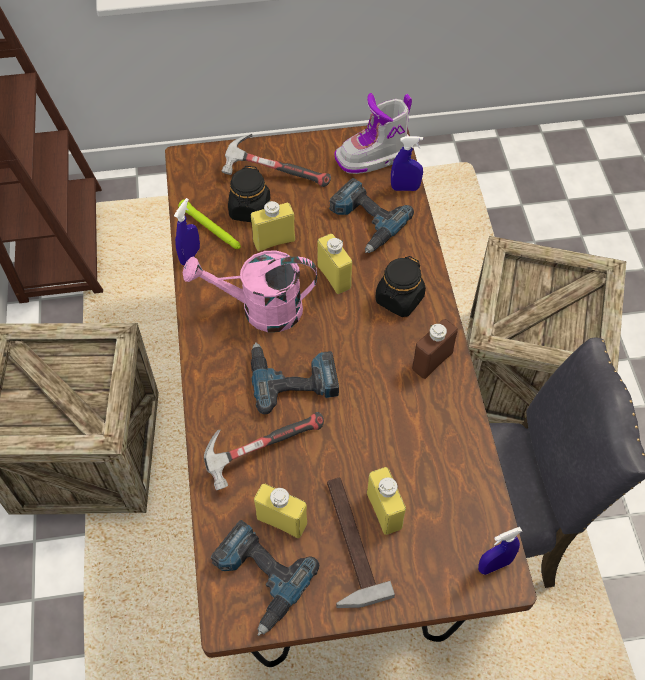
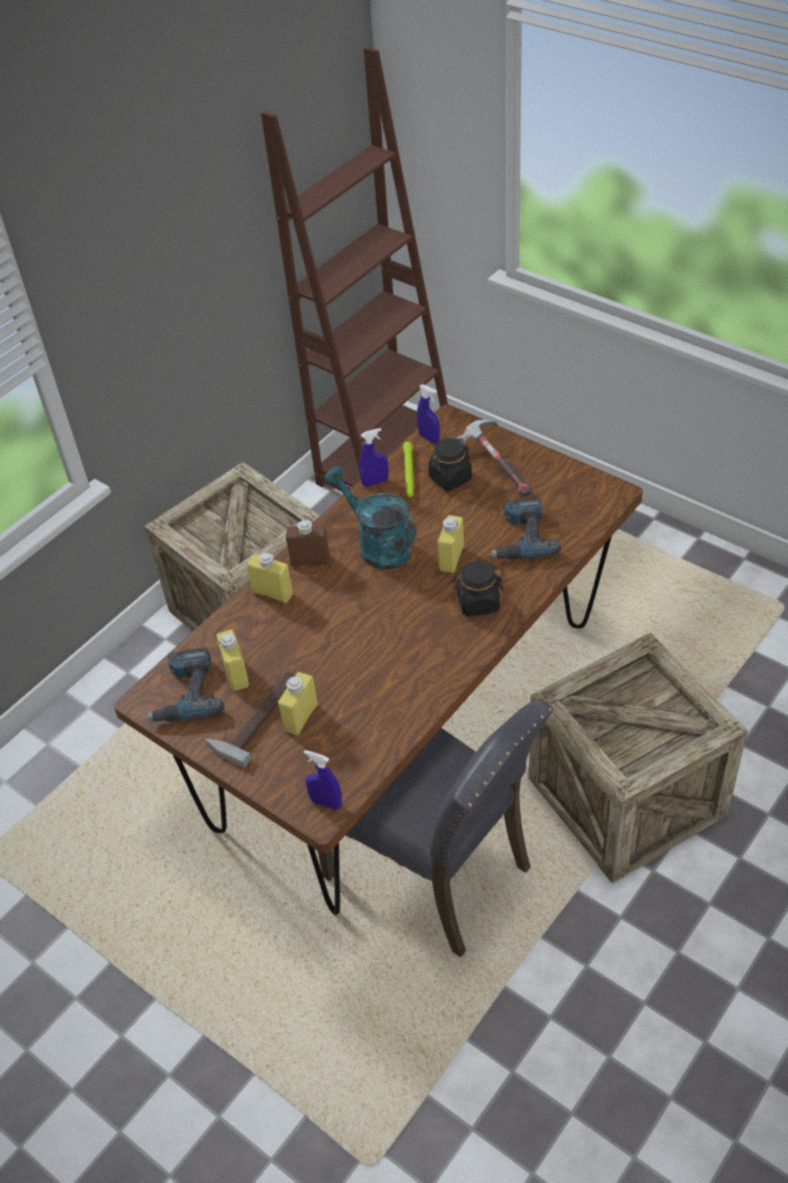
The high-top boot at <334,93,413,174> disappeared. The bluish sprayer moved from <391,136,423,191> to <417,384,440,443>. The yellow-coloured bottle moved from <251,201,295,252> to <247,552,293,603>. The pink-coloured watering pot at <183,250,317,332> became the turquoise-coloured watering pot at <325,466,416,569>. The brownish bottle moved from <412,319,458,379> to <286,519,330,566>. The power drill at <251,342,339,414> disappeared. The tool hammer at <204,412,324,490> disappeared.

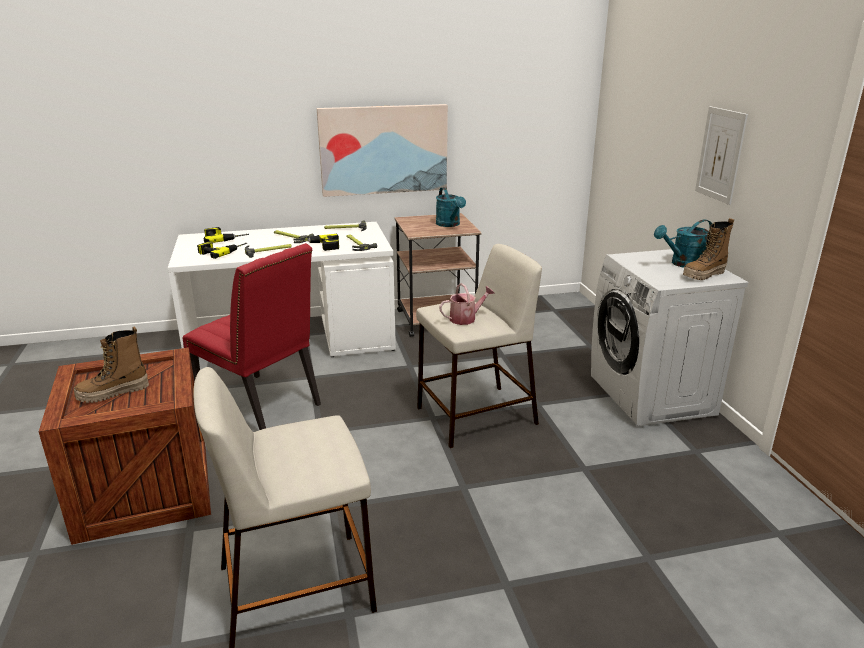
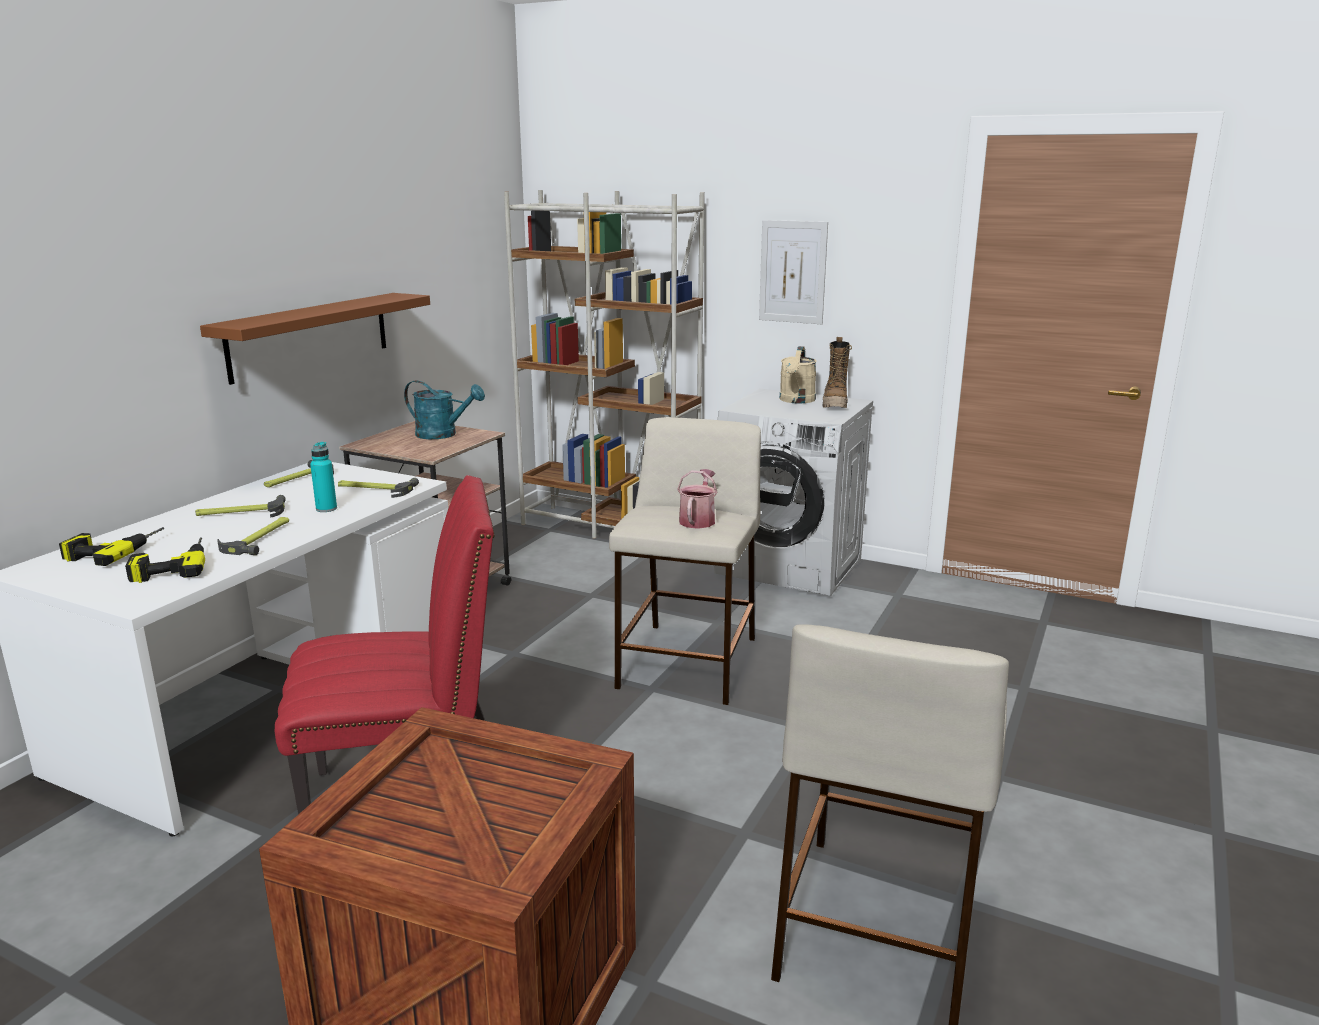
The picture at <317,104,448,197> was replaced by the brownish wall shelf at <200,293,430,385>. The turquoise-coloured watering pot at <654,219,712,268> became the beige watering pot at <779,346,817,403>. The power drill at <294,234,339,251> was replaced by the turquoise-coloured bottle at <310,442,337,512>. The high-top boot at <74,327,149,403> disappeared. The brownish bookcase at <504,190,705,539> appeared.

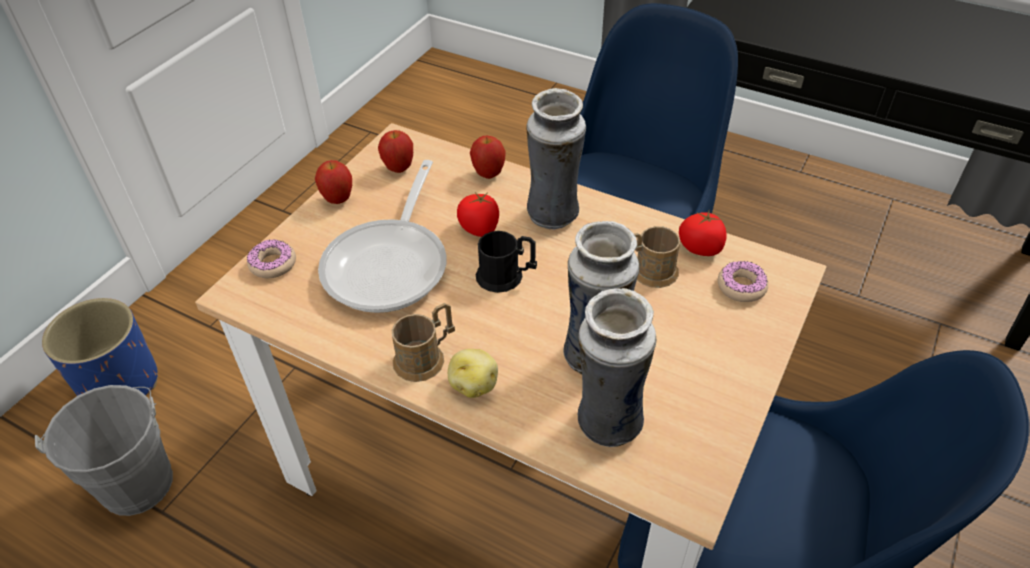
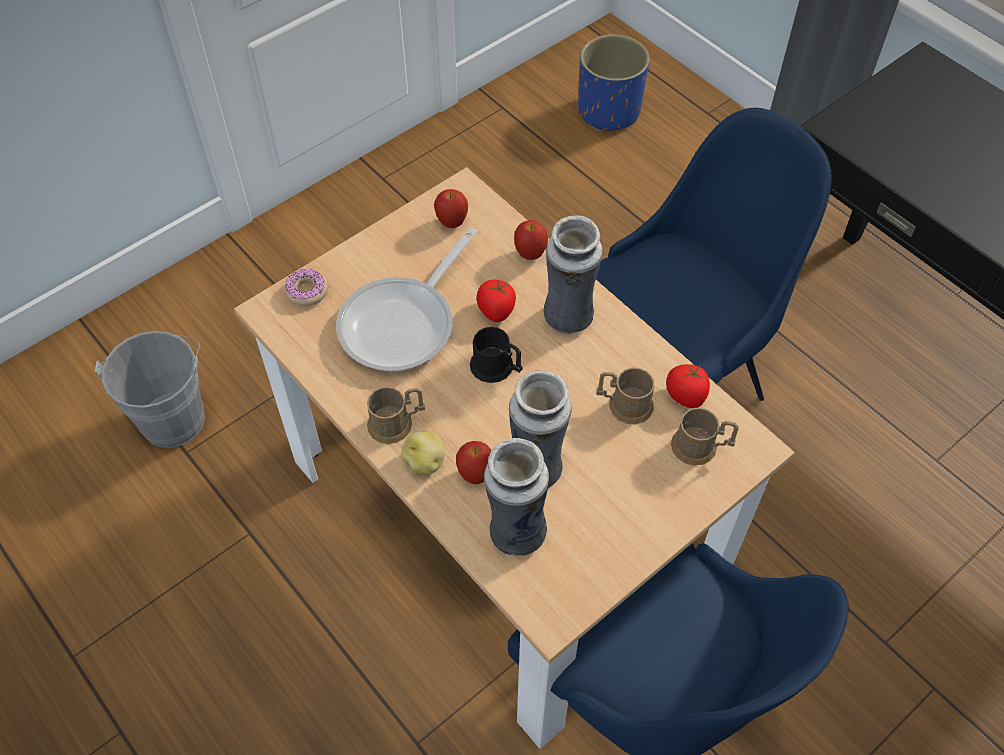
The whole apple moved from <315,160,352,204> to <456,441,492,484>. The doughnut at <718,261,768,302> was replaced by the brownish mug at <671,408,739,466>. The bluish flower pot moved from <42,298,158,396> to <578,34,650,131>.

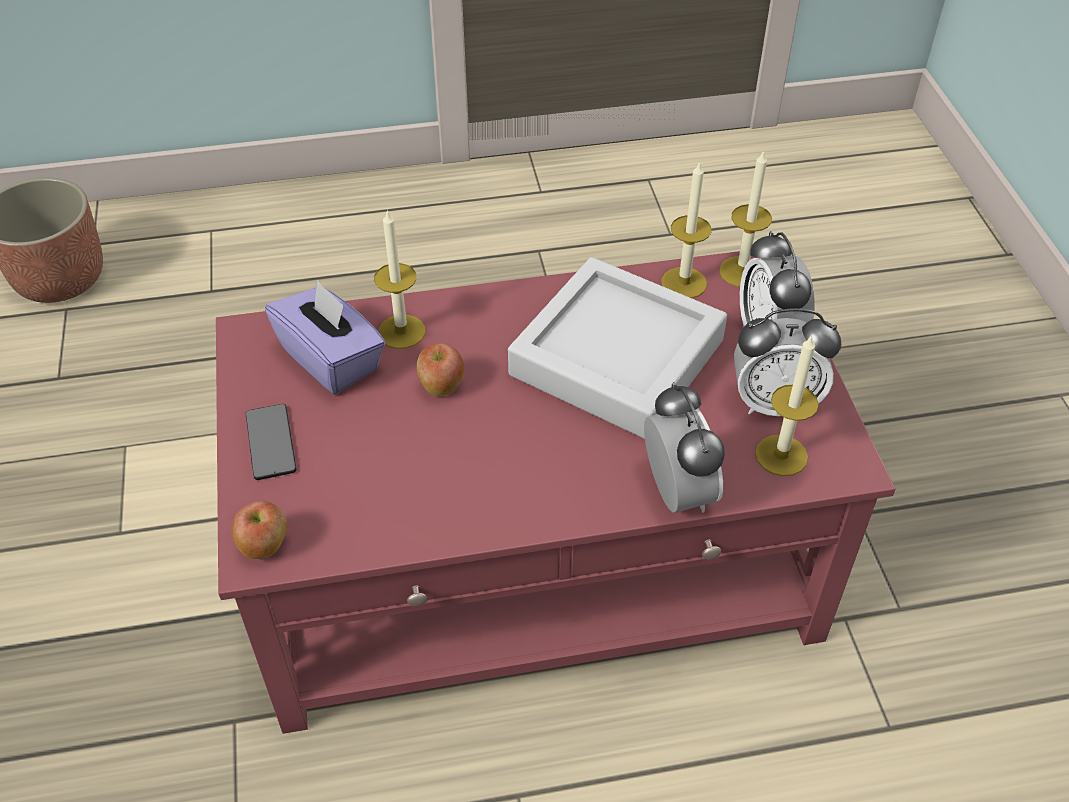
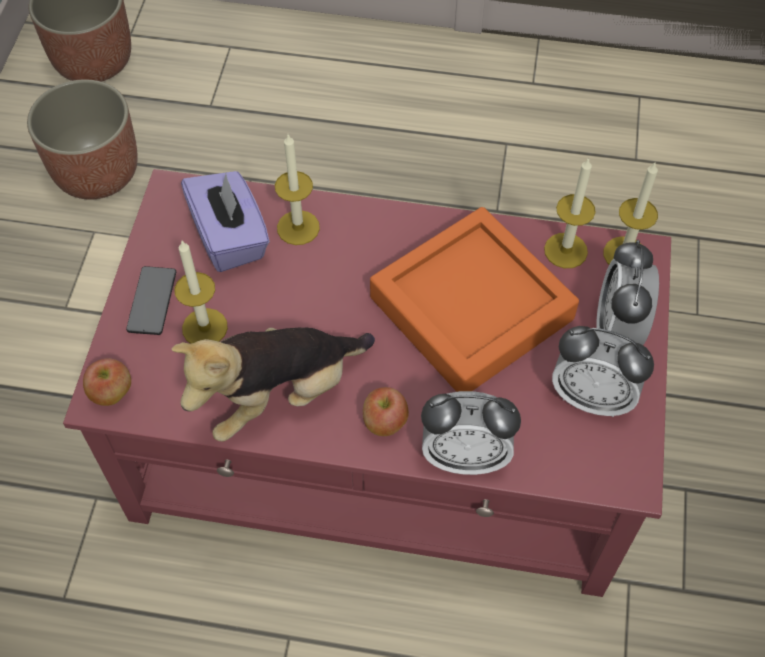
The grey carrying tray at <508,257,727,439> became the orange-coloured carrying tray at <370,207,579,392>. The candle moved from <755,334,819,476> to <174,241,228,344>. The whole apple moved from <417,344,464,396> to <363,387,409,436>. The bedside clock at <644,382,725,513> turned 90 degrees clockwise. The flower pot at <27,79,138,200> appeared. The plush toy at <172,327,375,441> appeared.

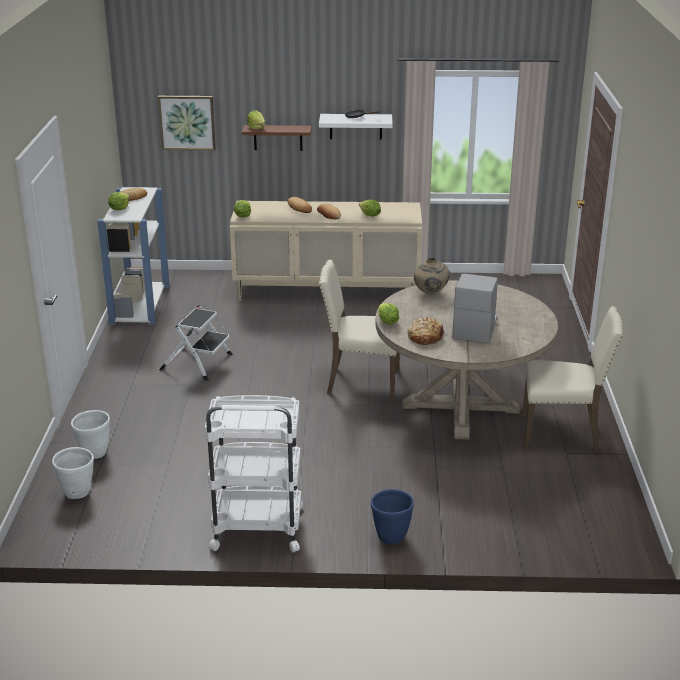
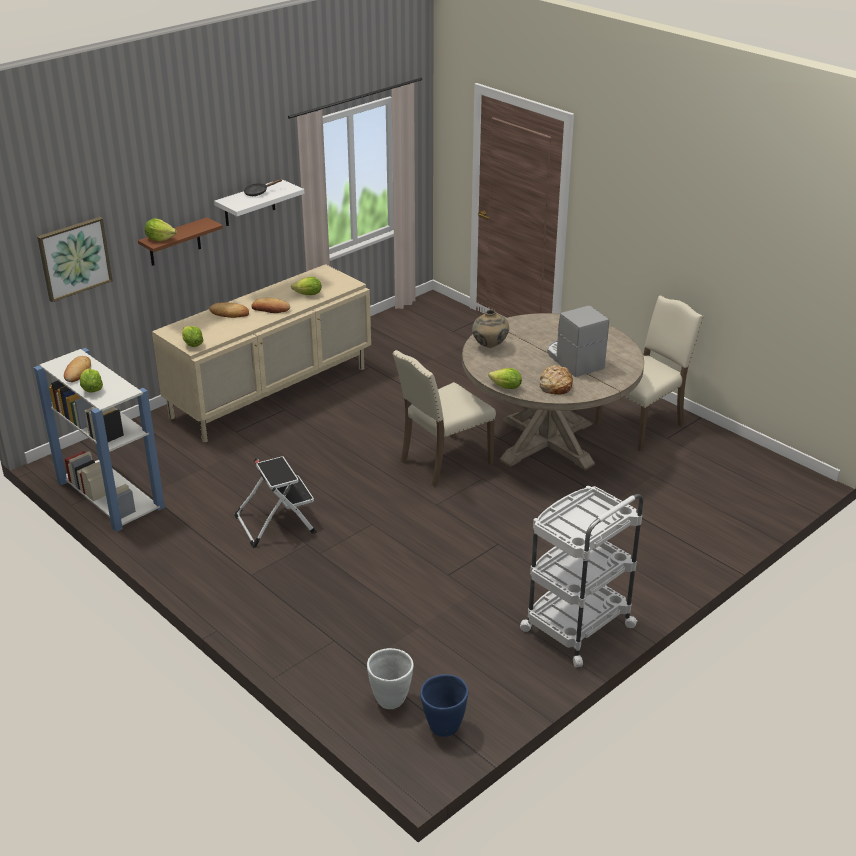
The whitish flower pot at <71,410,110,459> disappeared. The bluish flower pot moved from <371,489,414,545> to <420,674,469,737>.

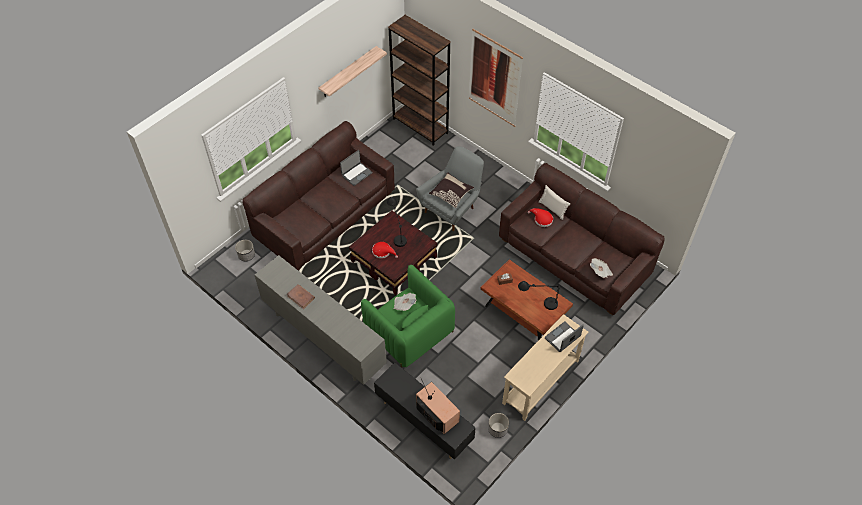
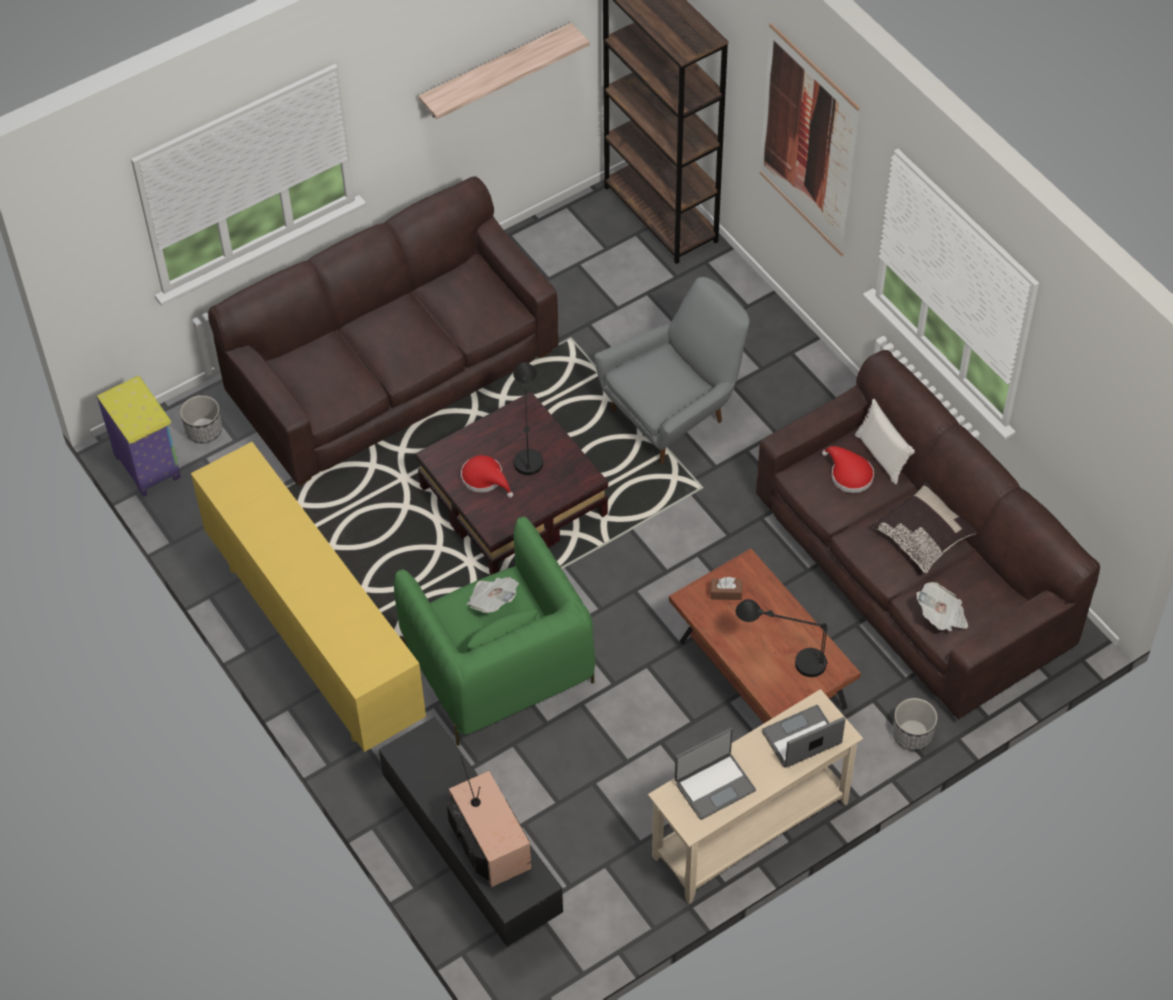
The notebook computer moved from <340,150,373,186> to <675,728,756,820>. The cushion moved from <429,172,474,208> to <871,482,977,573>. The grey cupboard at <255,255,387,385> became the yellow-coloured cupboard at <191,442,426,752>. The brownish book at <287,284,315,309> disappeared. The flower pot moved from <488,413,509,438> to <892,698,938,750>. The nightstand at <96,376,181,497> appeared.

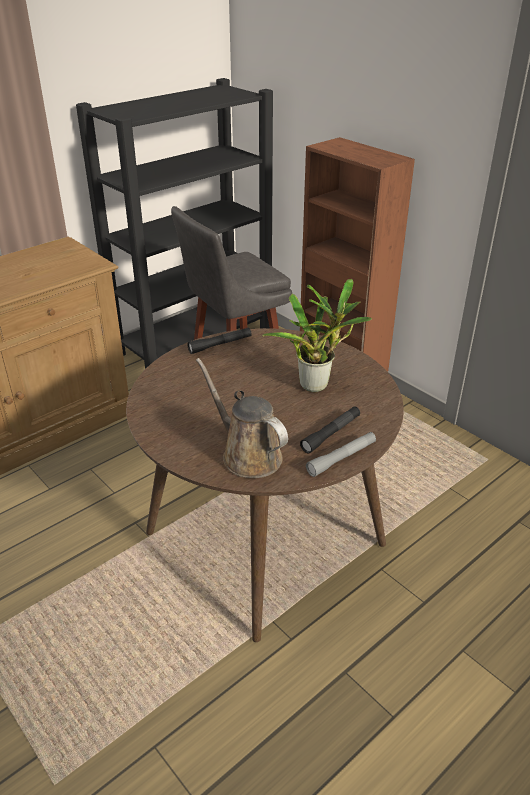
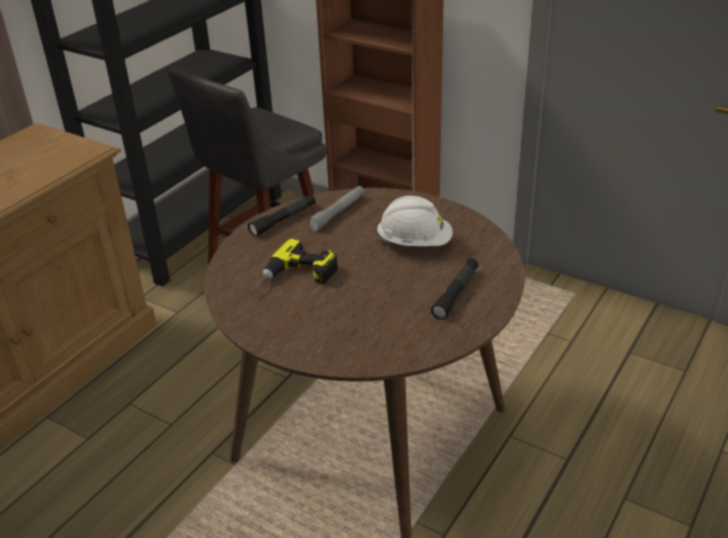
The plant in a pot at <262,279,372,392> was replaced by the whitish hard hat at <376,196,453,246>. The brownish watering pot at <196,358,288,478> disappeared. The grey hand torch moved from <306,432,376,477> to <307,186,365,231>. The power drill at <250,239,338,293> appeared.

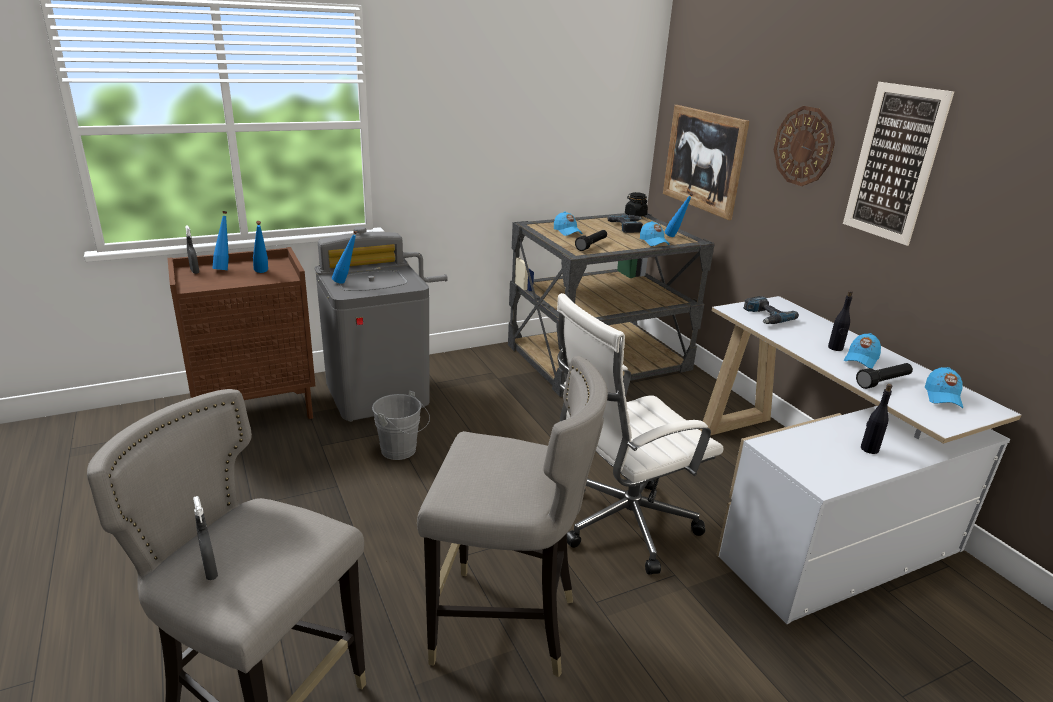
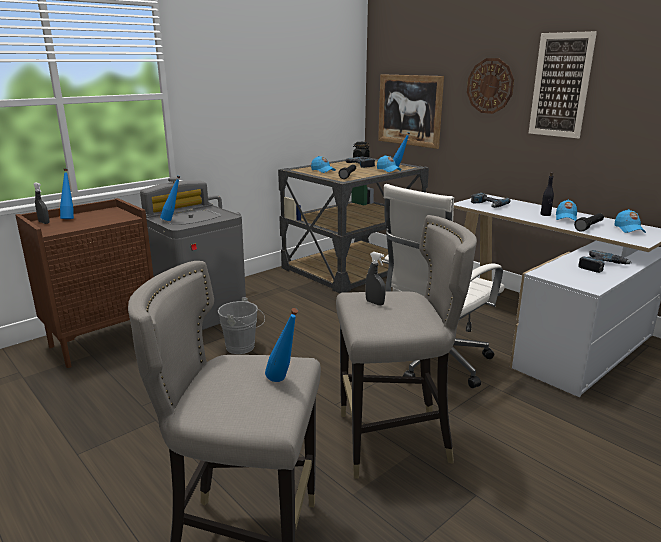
The bluish bottle moved from <253,221,268,273> to <265,308,298,382>. The blackish bottle at <861,384,892,454> was replaced by the power drill at <578,250,632,273>. The grey sprayer moved from <193,496,218,580> to <365,252,386,306>.

